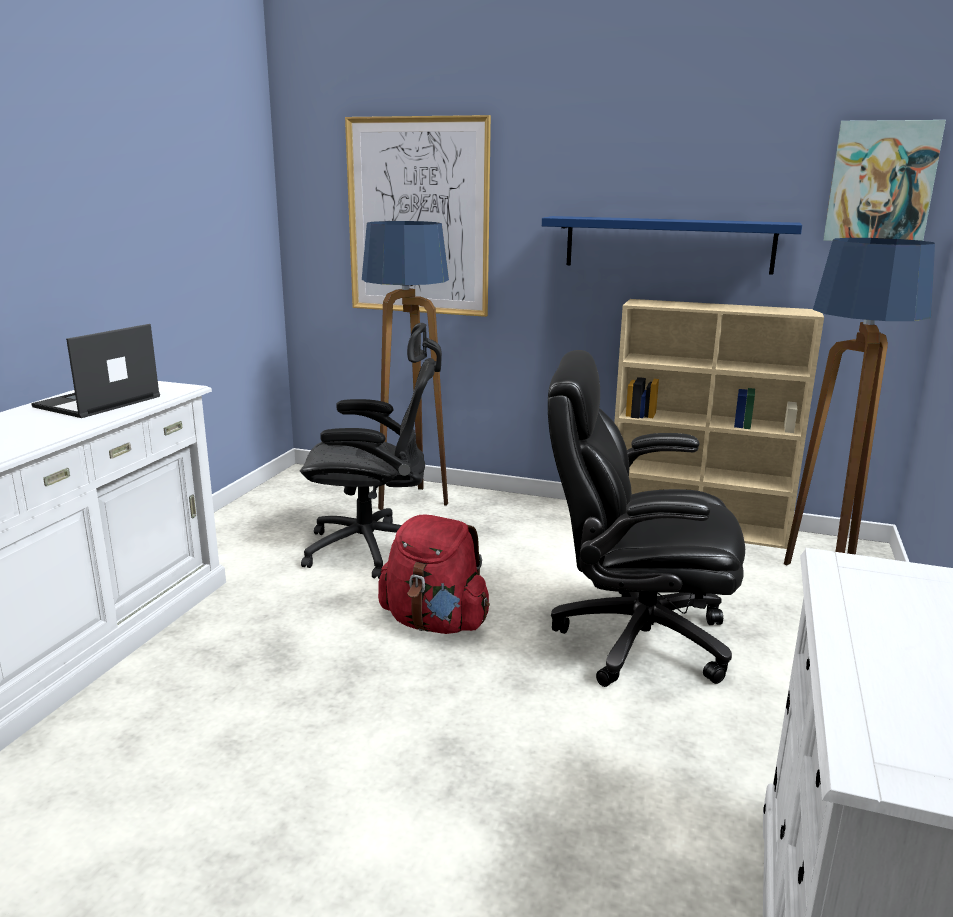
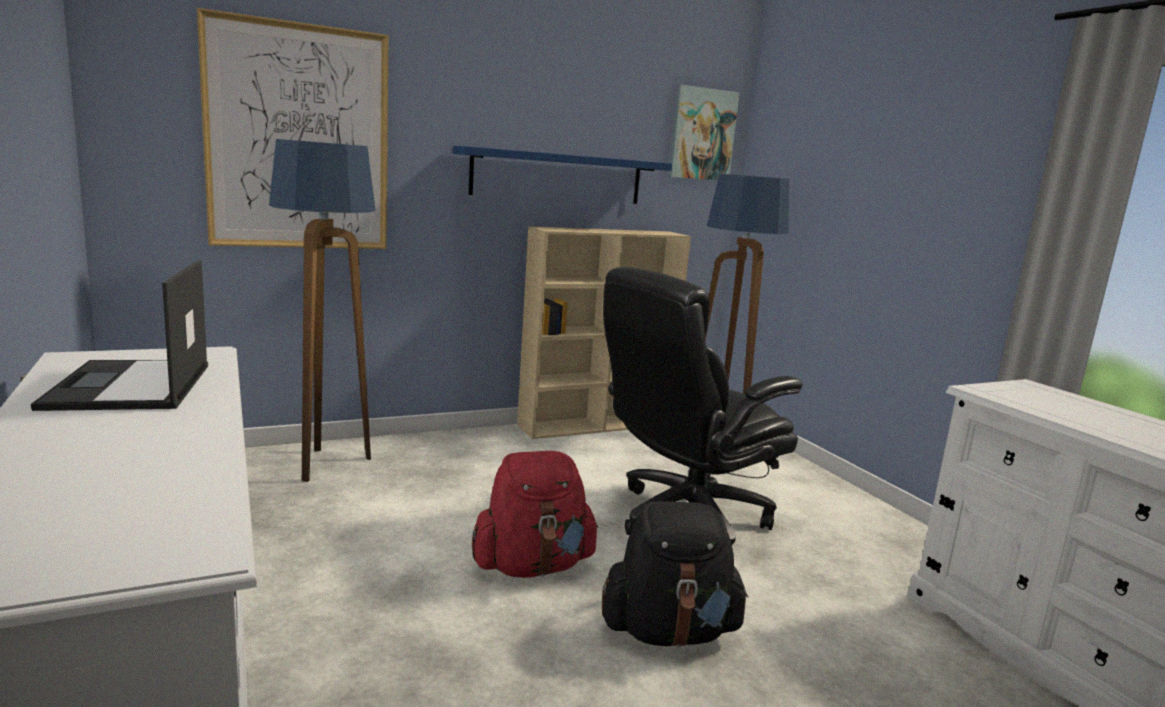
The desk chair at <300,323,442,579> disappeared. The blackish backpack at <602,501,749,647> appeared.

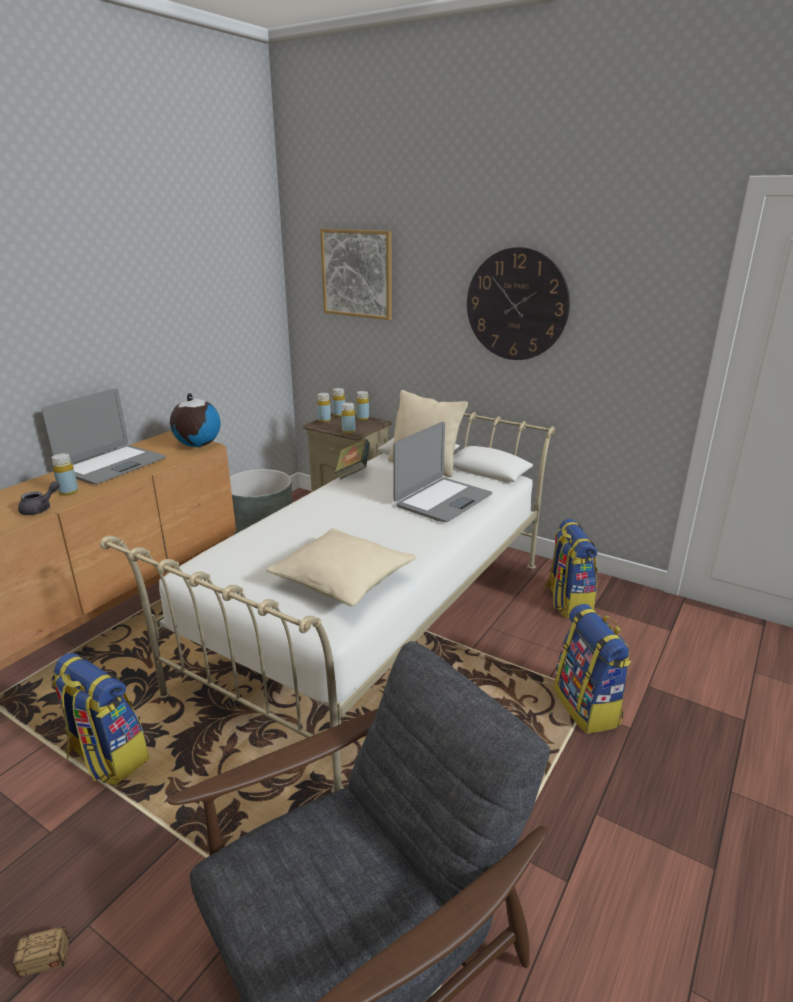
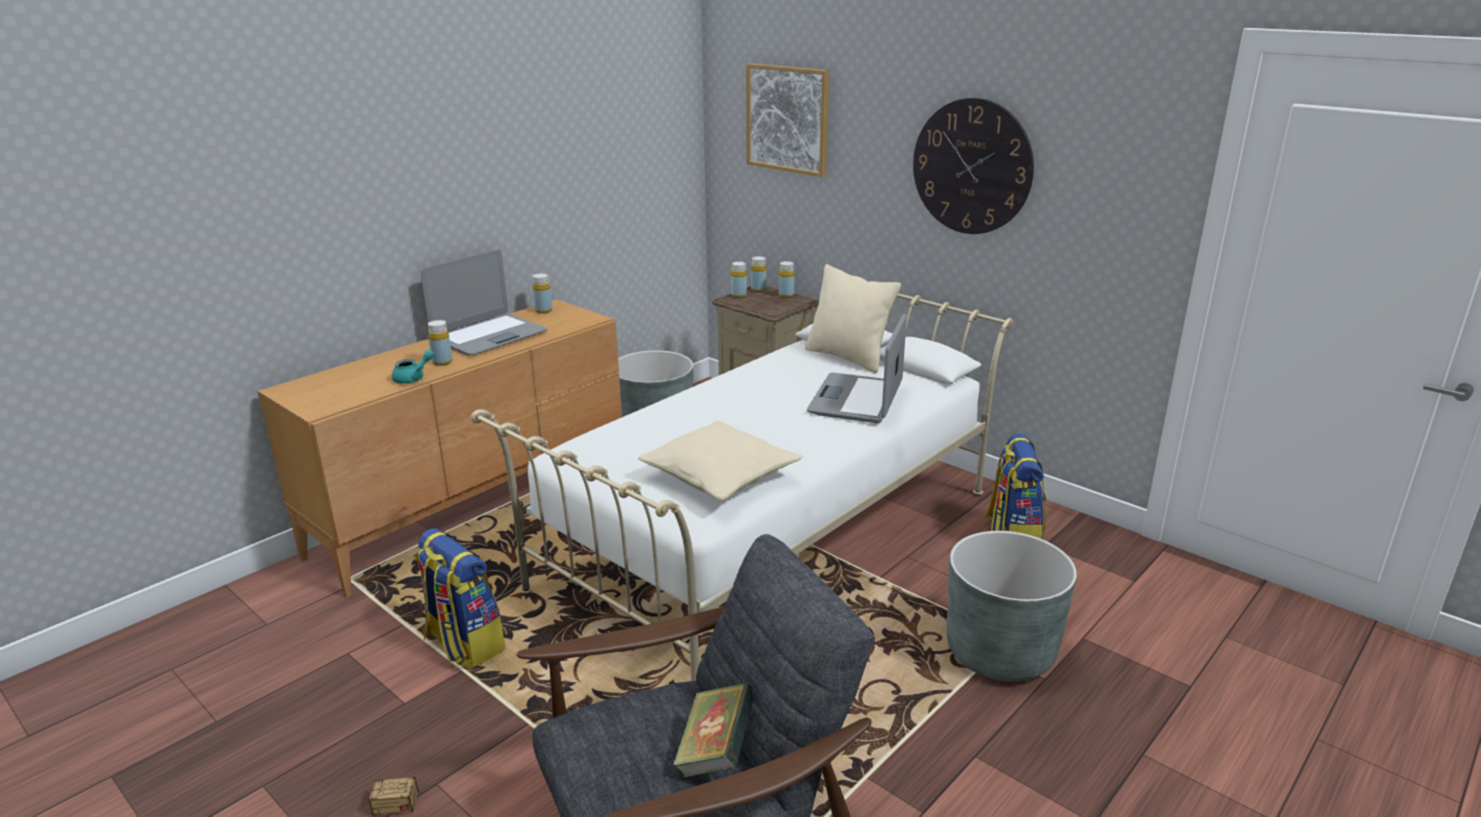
The world globe at <170,393,221,447> disappeared. The yellow-coloured bottle moved from <342,402,356,434> to <532,273,552,314>. The notebook computer at <393,422,492,522> turned 150 degrees clockwise. The book moved from <335,439,370,480> to <673,682,754,778>. The grey pot for tea at <18,481,60,515> became the turquoise-coloured pot for tea at <392,350,434,384>. The backpack at <554,604,631,734> was replaced by the grey flower pot at <947,531,1077,682>.

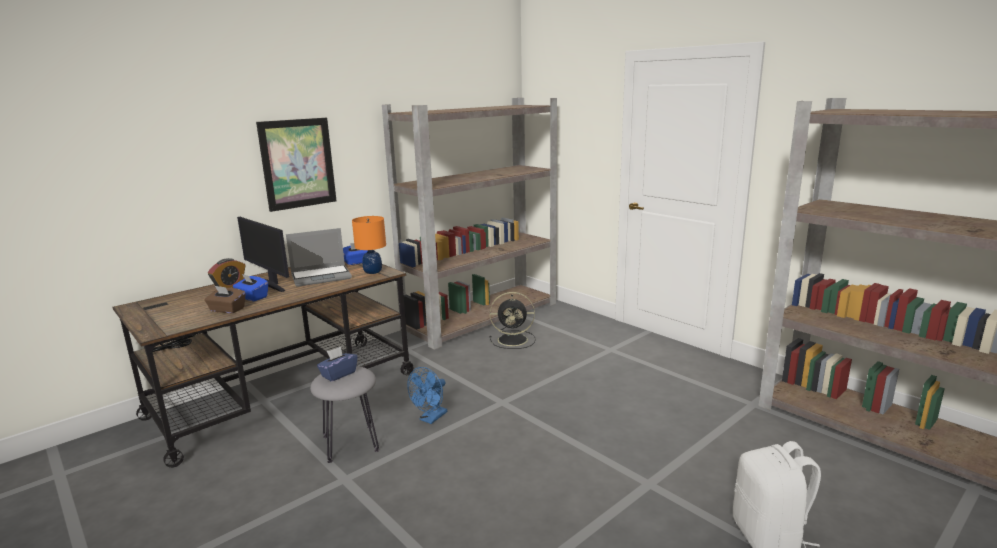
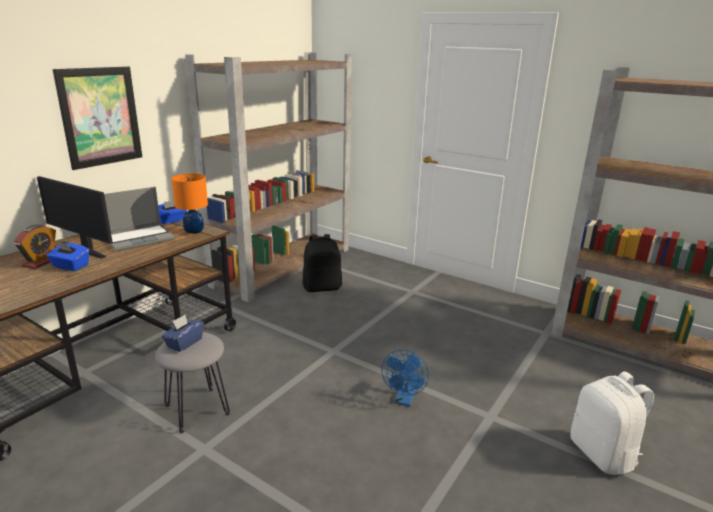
The brownish box of tissues at <204,286,246,314> disappeared. The blackish cooling fan at <490,292,536,349> was replaced by the blackish backpack at <303,234,342,292>. The bluish cooling fan moved from <407,367,447,424> to <381,350,429,407>.

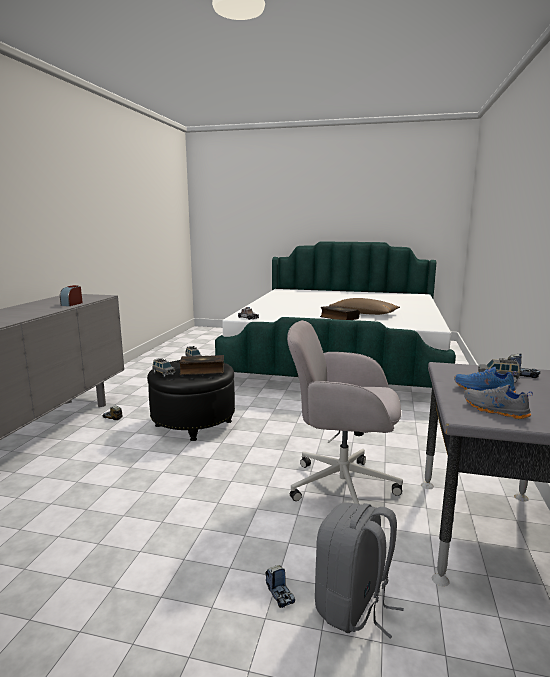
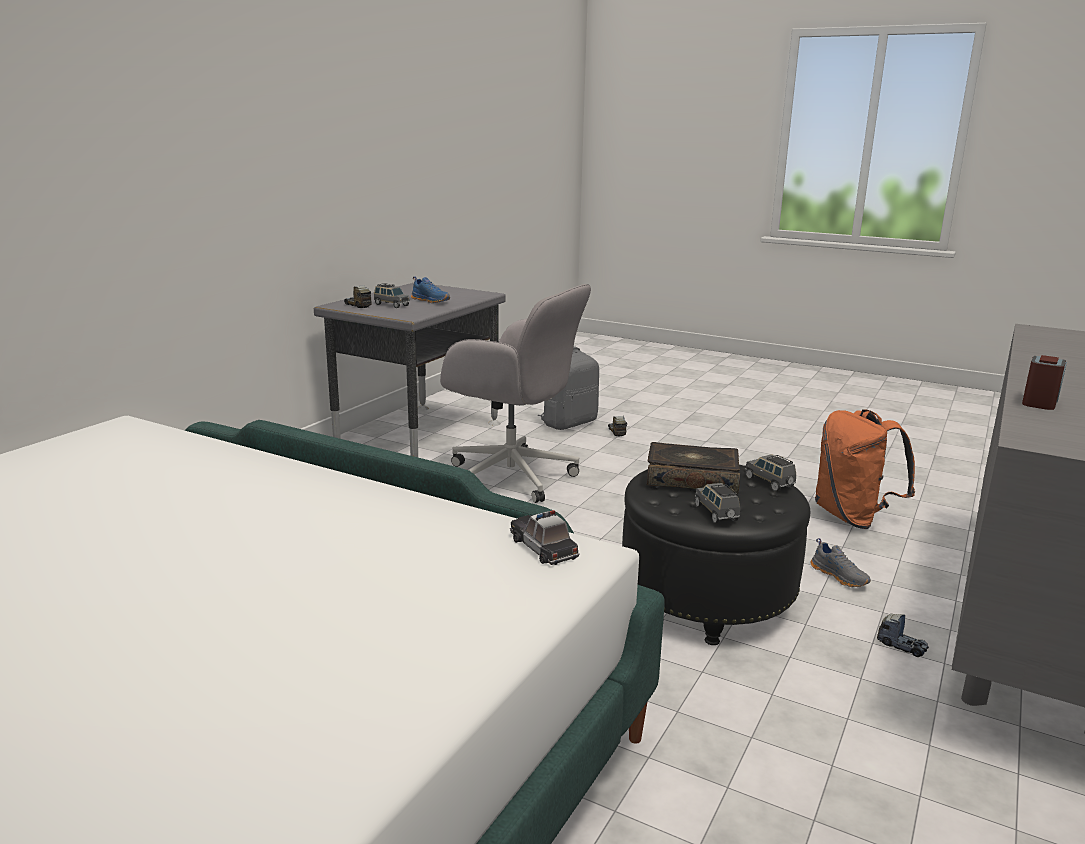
The brownish cushion at <329,298,400,315> disappeared. The book at <320,306,360,320> disappeared. The grey item of footwear moved from <464,384,533,419> to <811,538,871,587>. The orange-coloured backpack at <815,409,915,529> appeared.

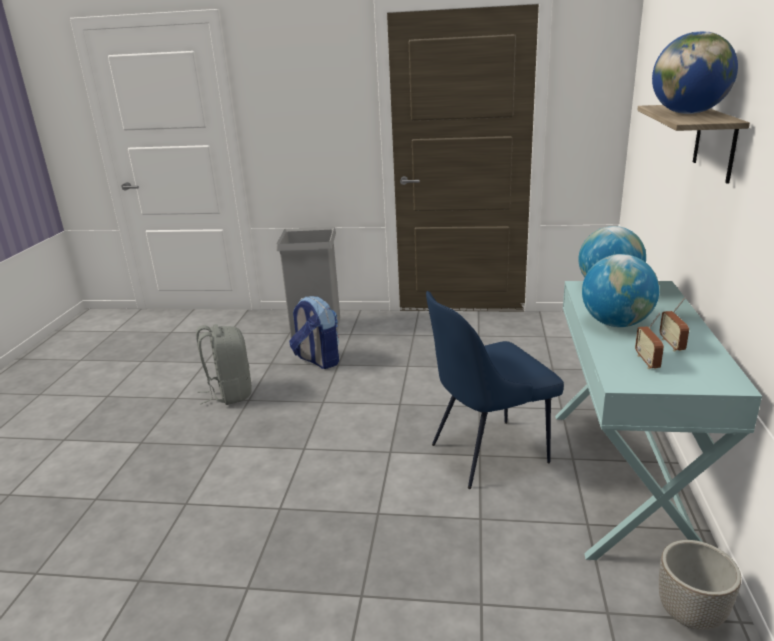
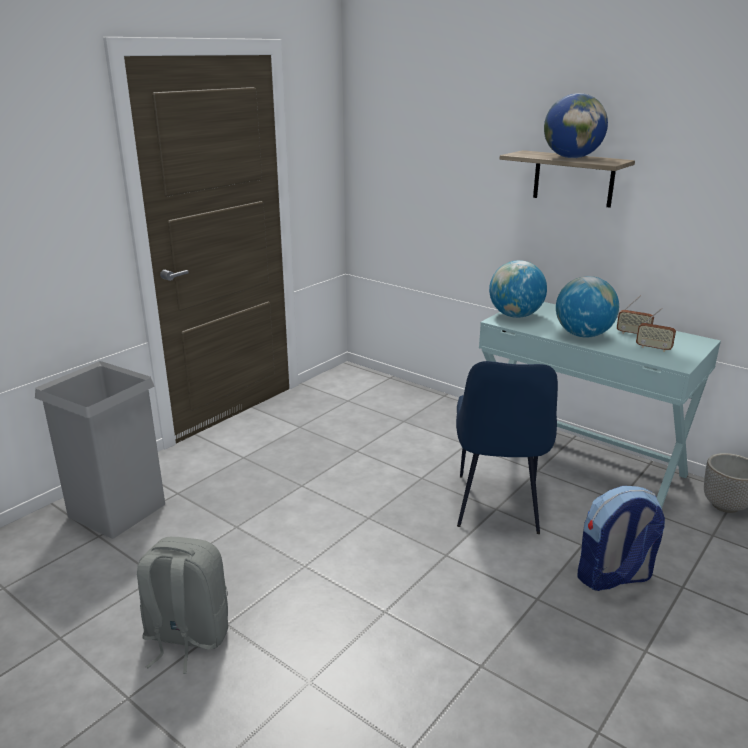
The backpack moved from <289,296,339,369> to <577,486,665,591>.

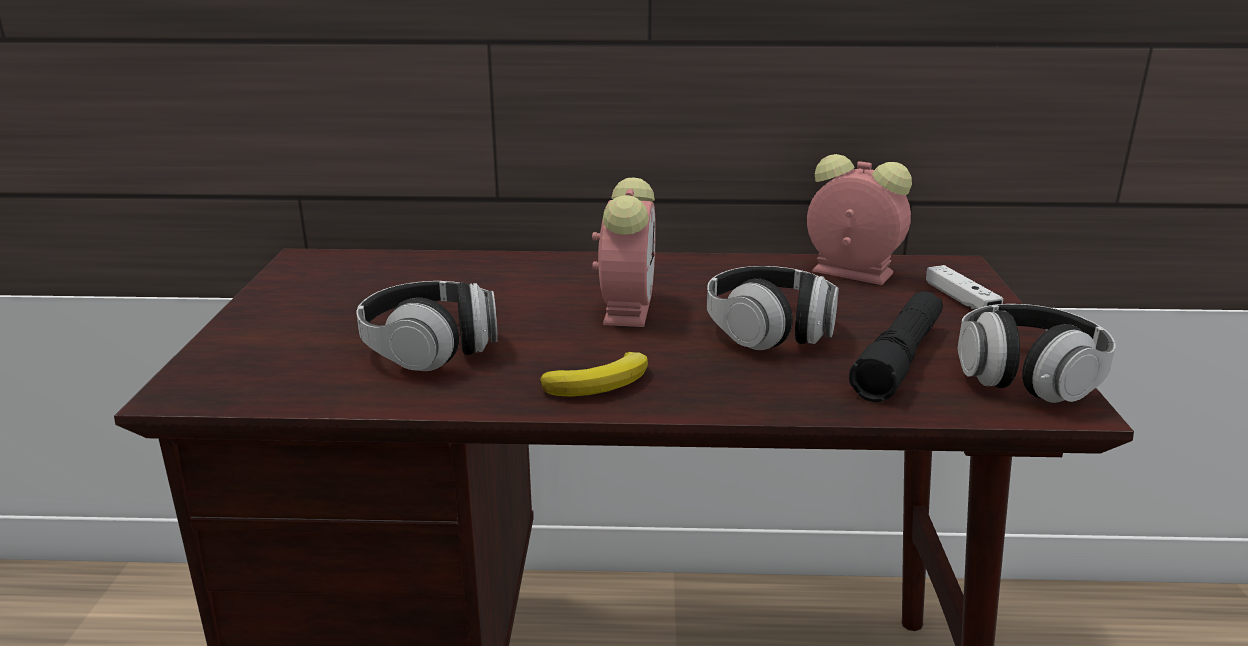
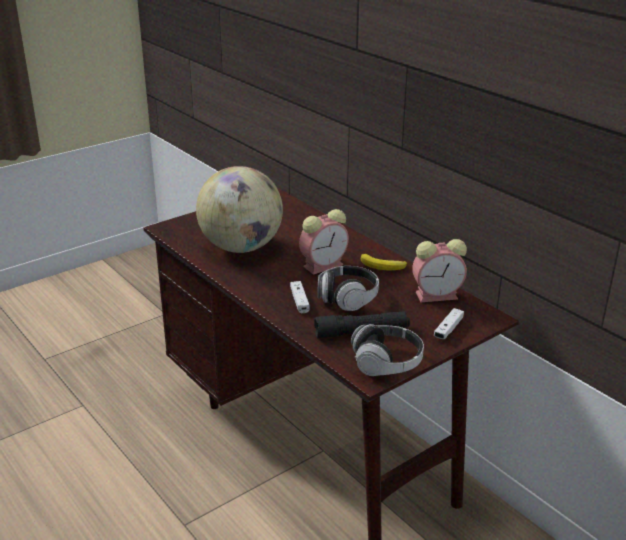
The bedside clock at <807,154,912,285> turned 90 degrees clockwise. The headset at <356,281,498,371> was replaced by the world globe at <196,166,283,253>. The whole banana moved from <540,352,648,397> to <361,254,407,271>. The whitish gamepad at <290,281,310,313> appeared.

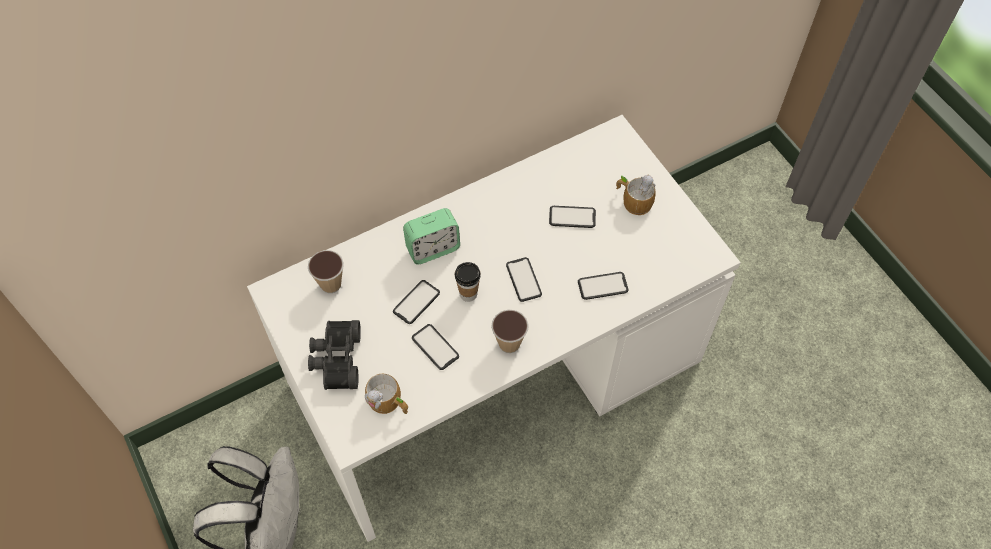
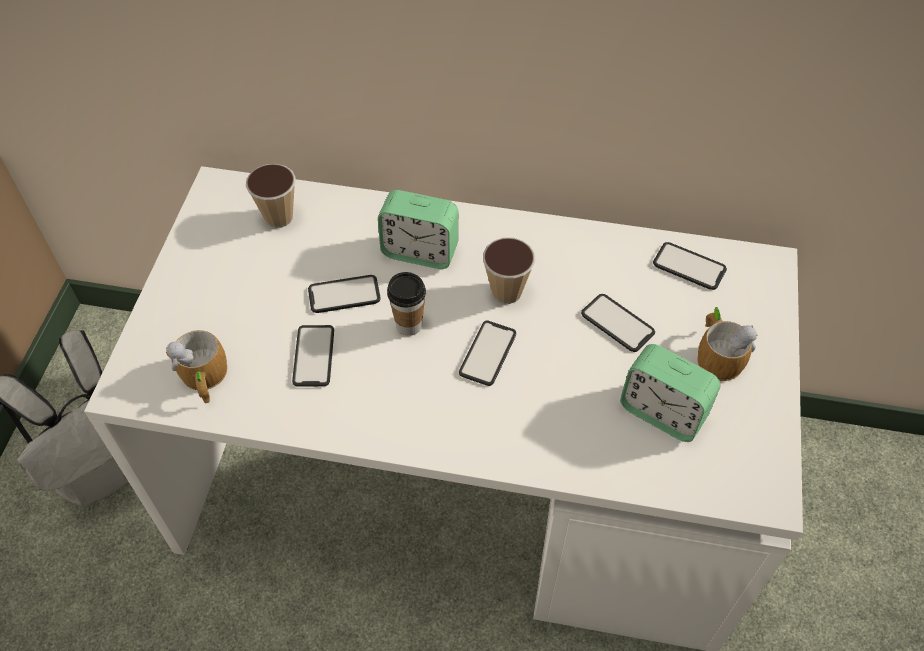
The phone moved from <578,272,629,300> to <653,242,727,290>. The drinking cup moved from <491,310,529,353> to <483,238,535,304>. The blackish field glasses at <308,320,361,390> disappeared. The bedside clock at <620,344,721,442> appeared.

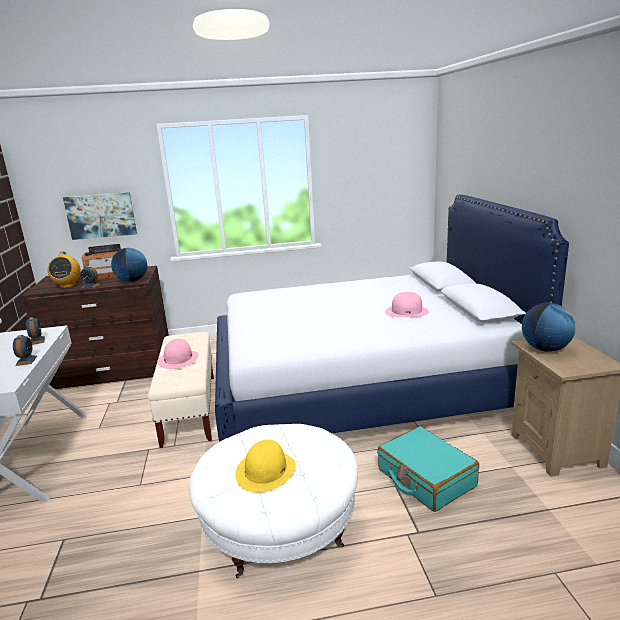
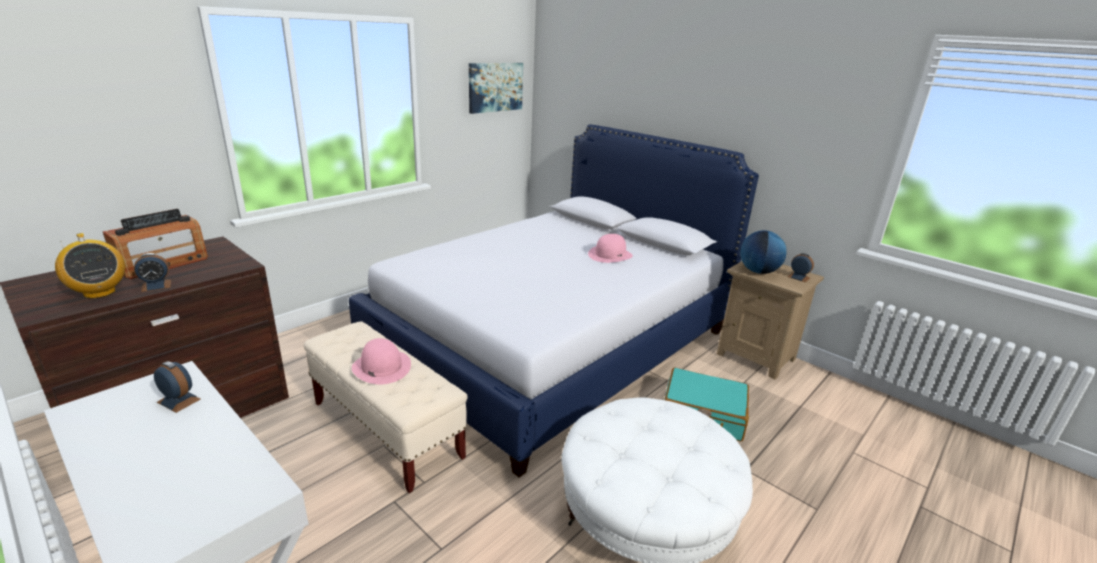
The picture moved from <63,192,137,240> to <469,63,523,114>. The world globe at <111,248,147,282> disappeared. The bedside clock moved from <13,335,37,366> to <788,253,814,282>. The yellow-coloured hat at <235,439,296,493> disappeared.

